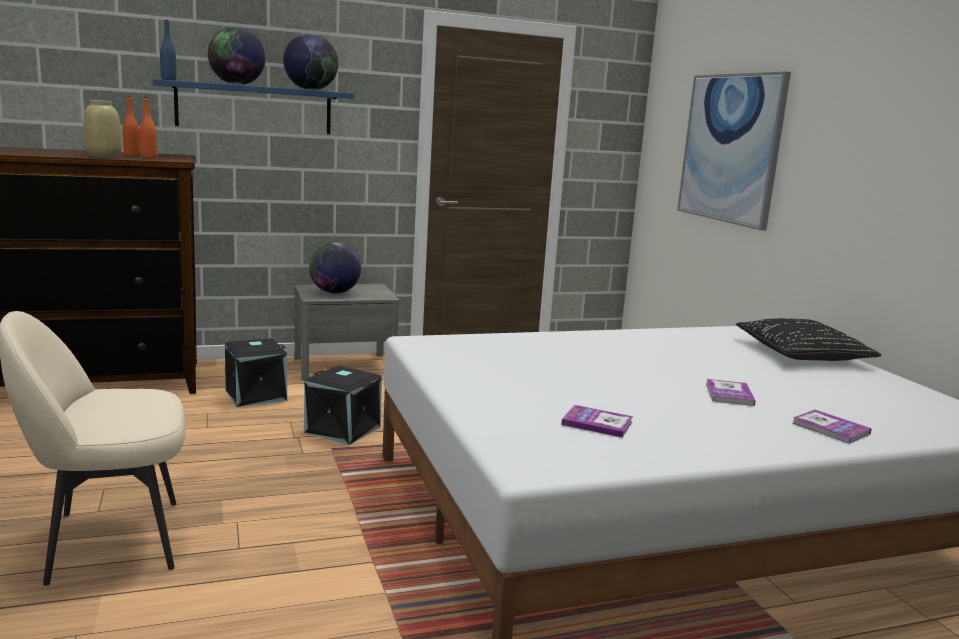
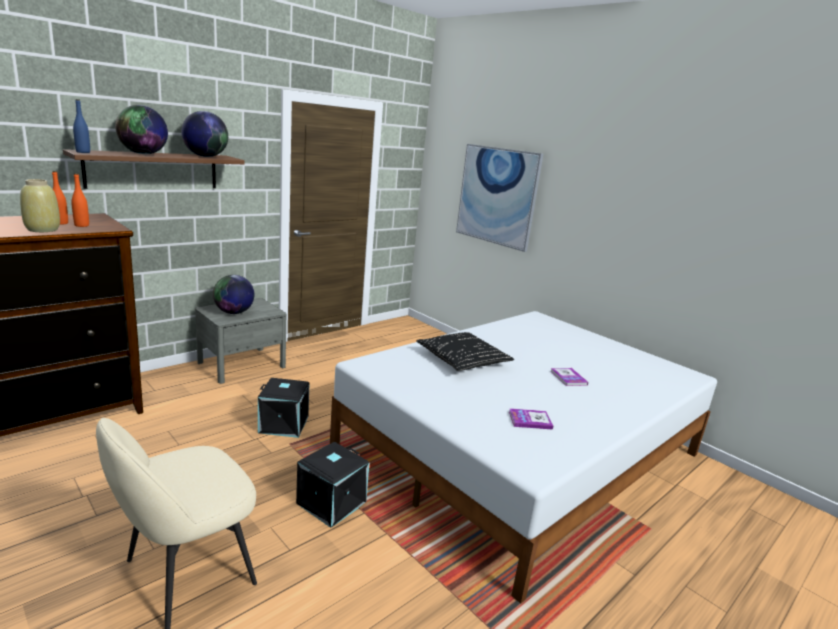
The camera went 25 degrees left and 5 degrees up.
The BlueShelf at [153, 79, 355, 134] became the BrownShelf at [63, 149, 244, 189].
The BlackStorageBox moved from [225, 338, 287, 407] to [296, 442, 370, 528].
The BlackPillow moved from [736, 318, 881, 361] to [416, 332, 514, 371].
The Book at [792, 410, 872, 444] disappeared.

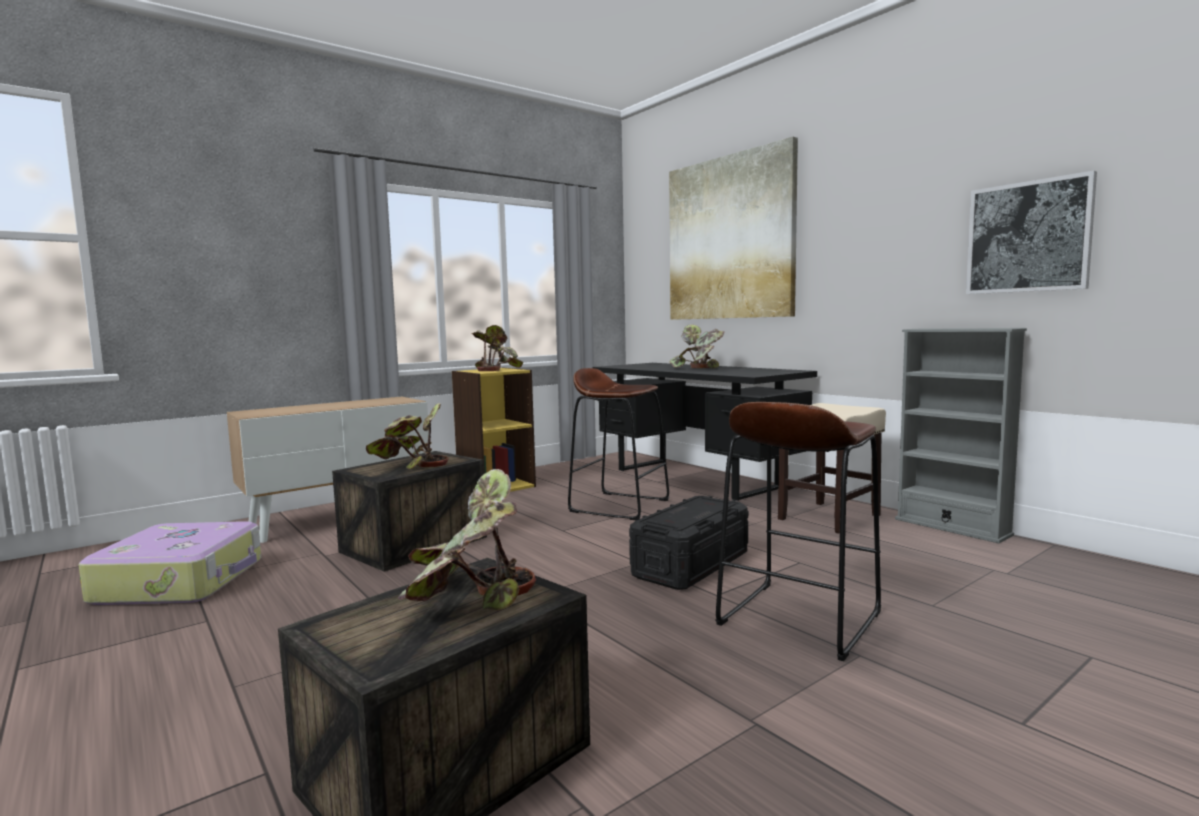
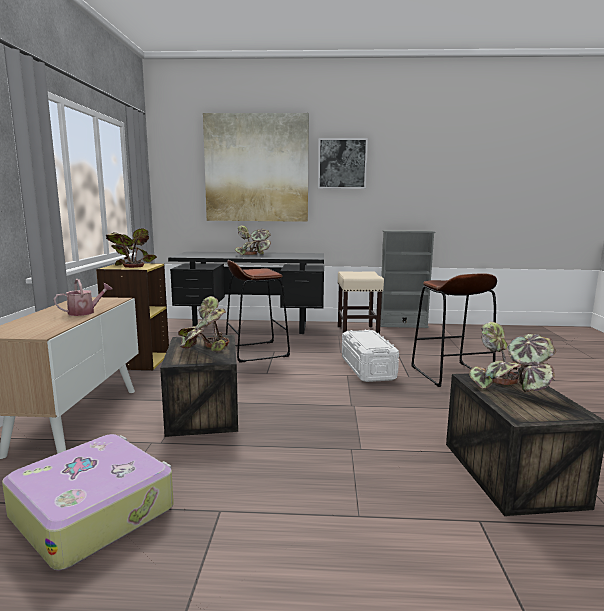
The camera went 50 degrees left and 5 degrees up.
The BlackStorageBox at [629, 496, 748, 590] became the WhiteStorageBox at [342, 330, 399, 382].
The Picture moved from [966, 171, 1097, 294] to [318, 138, 368, 189].
The WateringCan at [54, 279, 112, 316] appeared.

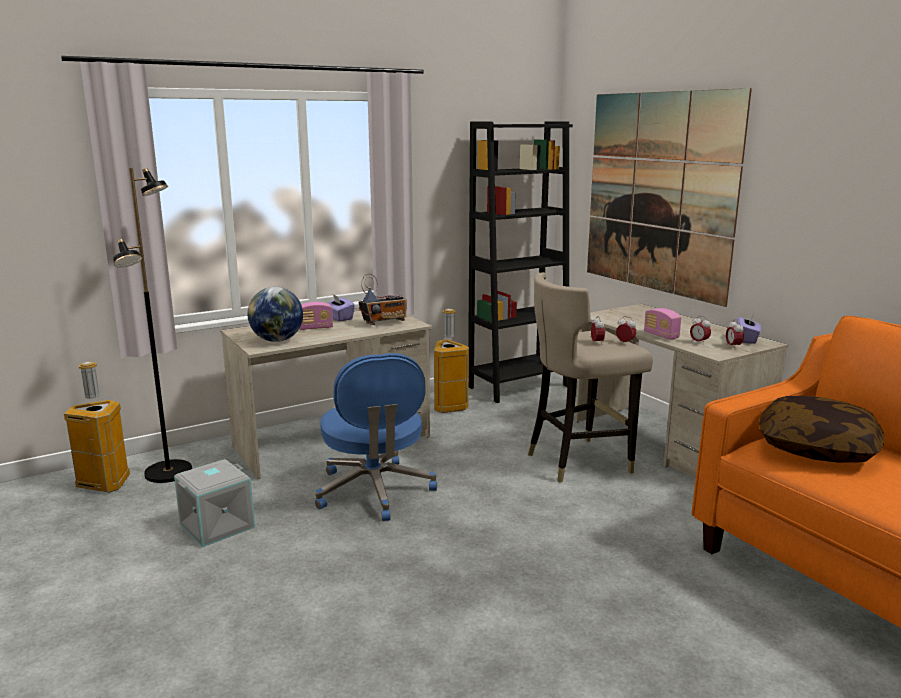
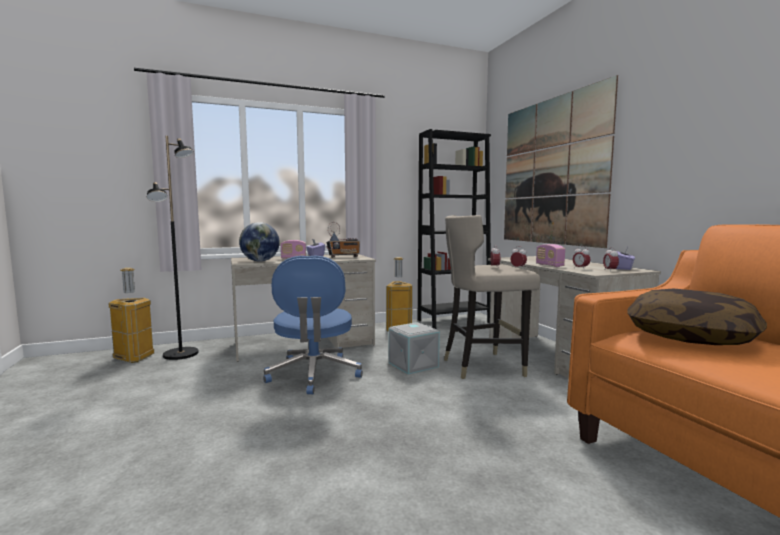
The camera went 10 degrees right and 10 degrees down.
The GreyStorageBox moved from [174, 459, 255, 547] to [389, 322, 440, 375].

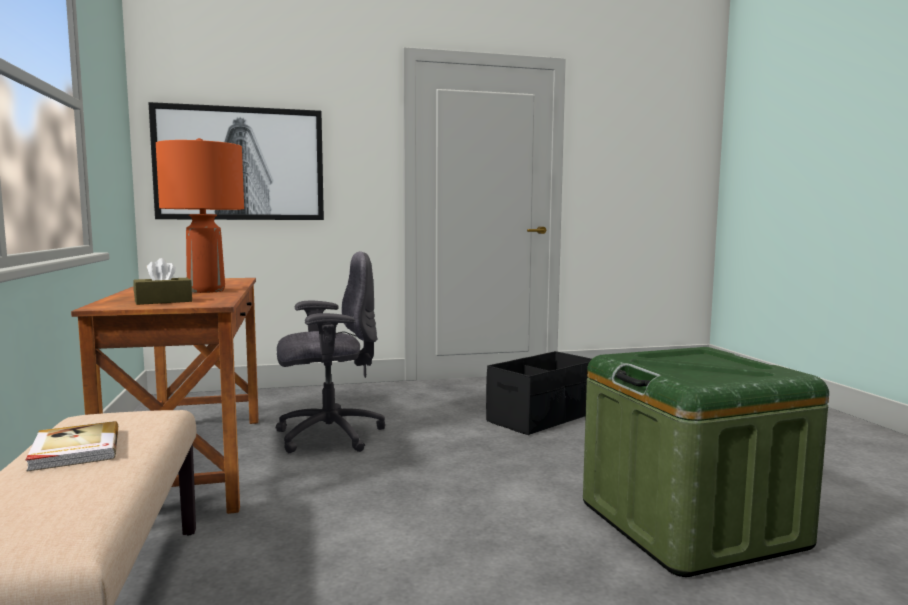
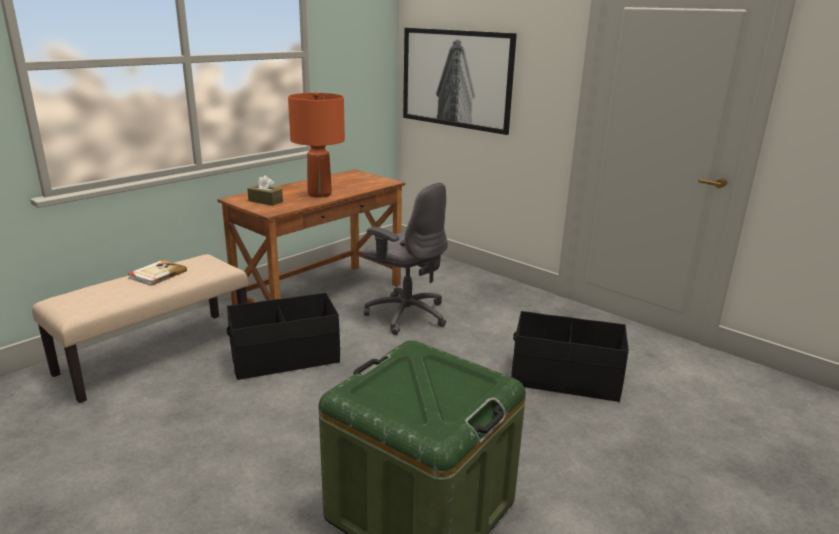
The camera went 55 degrees right and 15 degrees up.
The BlackStorageBox at [227, 293, 340, 380] appeared.

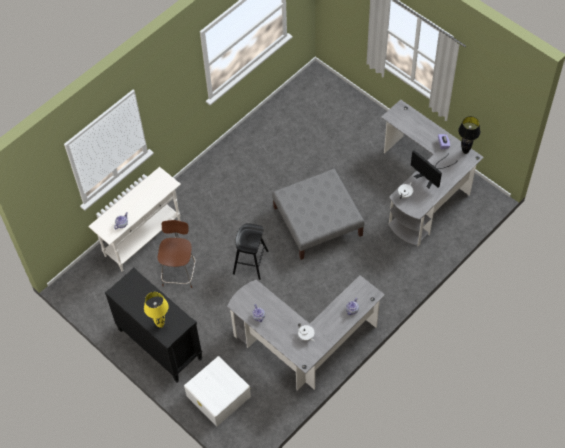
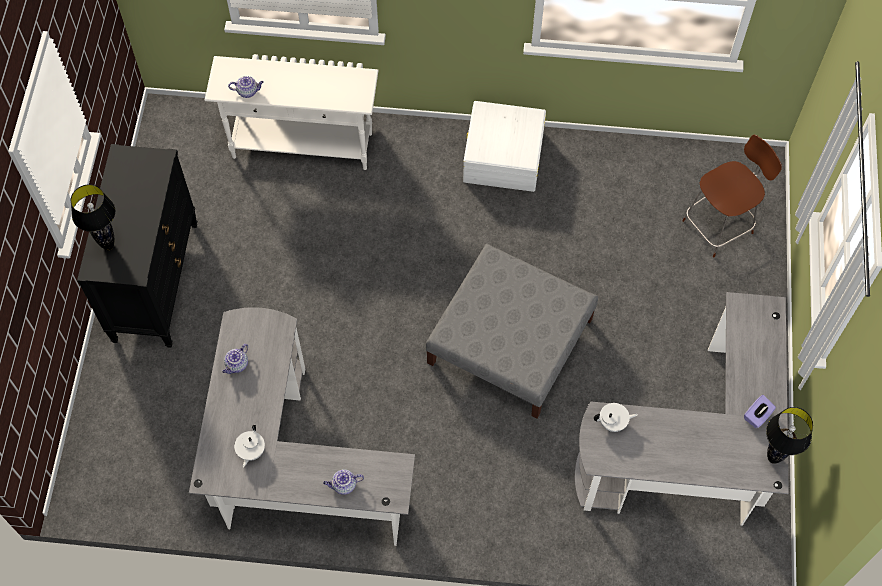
The camera went 50 degrees right and 5 degrees up.
The YellowTableLamp at [144, 292, 169, 328] became the BlackTableLamp at [71, 184, 115, 250].
The BrownChair moved from [158, 220, 196, 288] to [682, 135, 782, 257].
The WhiteStorageBox moved from [184, 356, 251, 426] to [463, 101, 546, 192].
The BlackStool at [233, 223, 268, 280] disappeared.
The Monitor at [411, 150, 457, 189] disappeared.

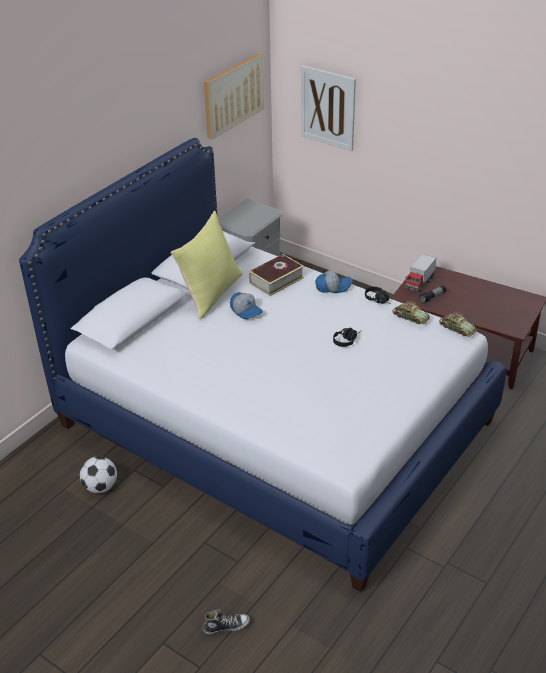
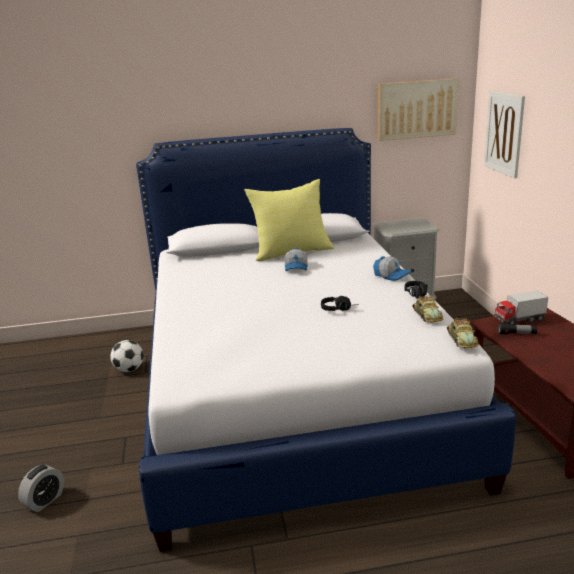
The camera went 45 degrees right and 15 degrees down.
The Shoe at [203, 609, 250, 635] was replaced by the AlarmClock at [18, 465, 64, 512].
The Book at [249, 254, 304, 296] disappeared.

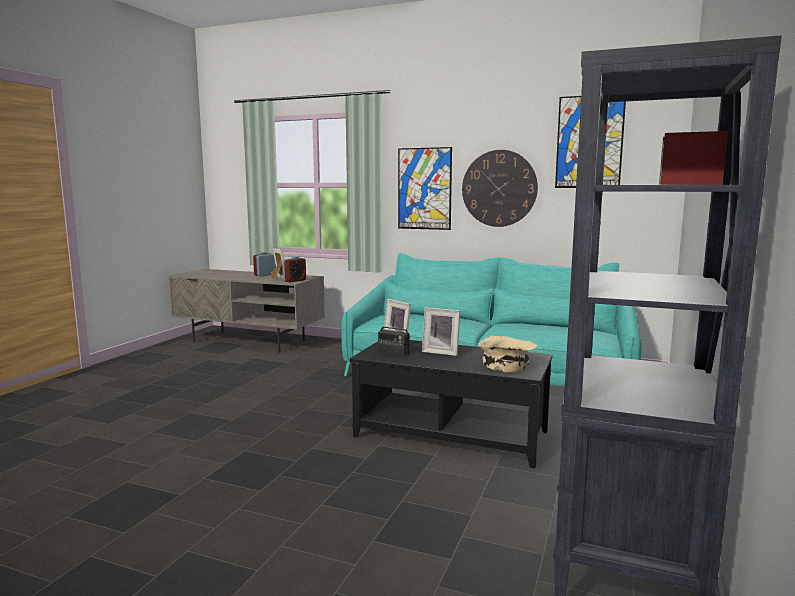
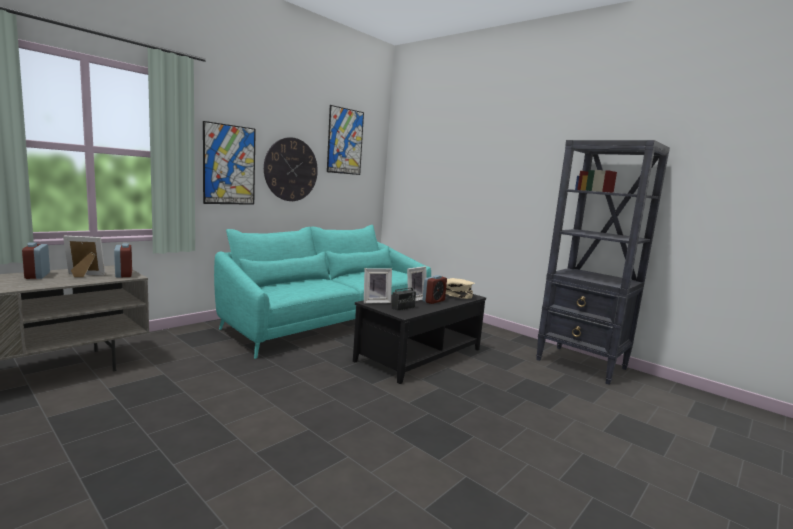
The camera went 70 degrees left and 0 degrees up.
The AlarmClock at [423, 275, 447, 304] appeared.

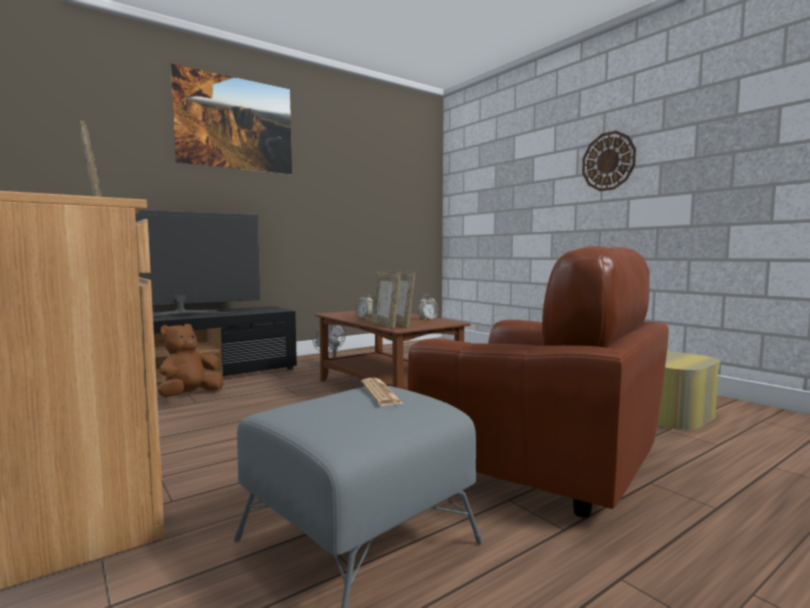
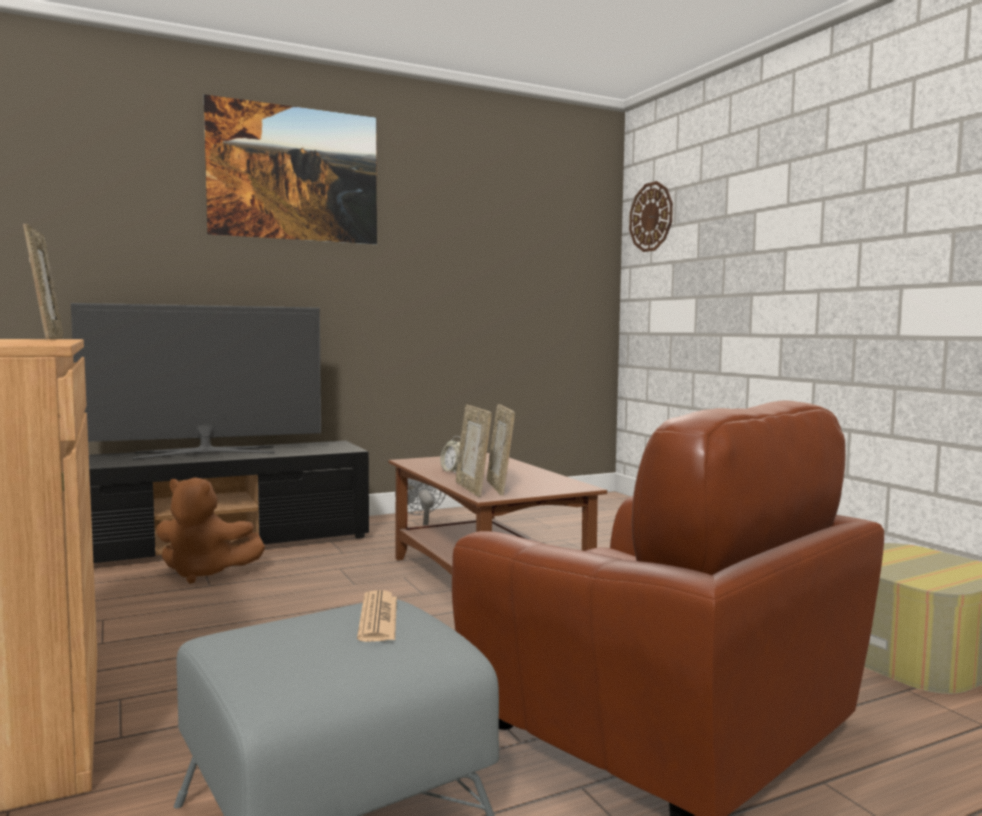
The camera went 10 degrees right and 0 degrees up.
The BrownPlushToy at [158, 324, 223, 397] turned 120 degrees counterclockwise.
The AlarmClock at [418, 295, 439, 319] disappeared.
The WallClock moved from [582, 131, 636, 191] to [629, 181, 673, 252].

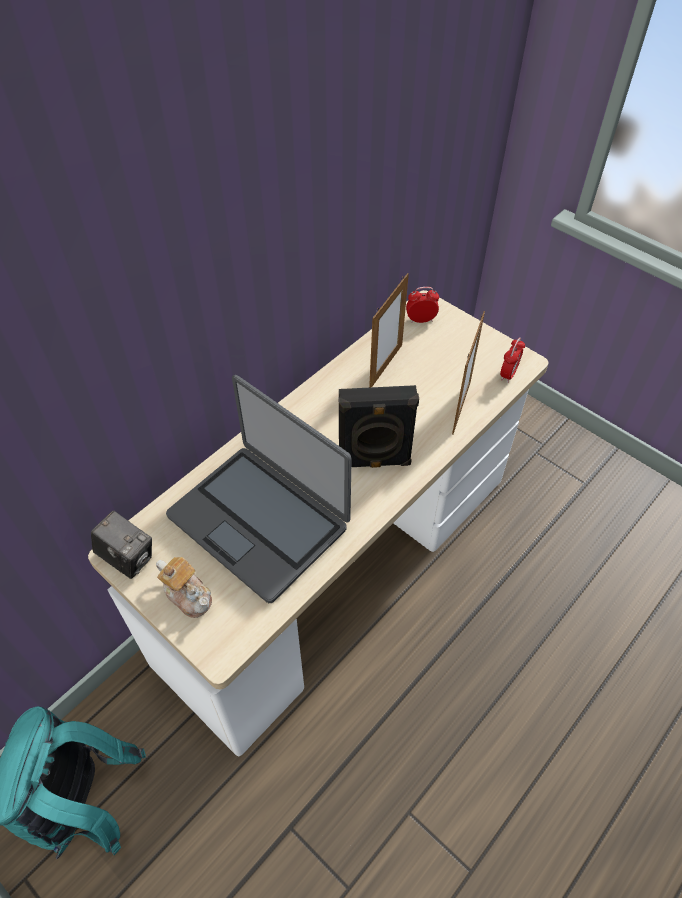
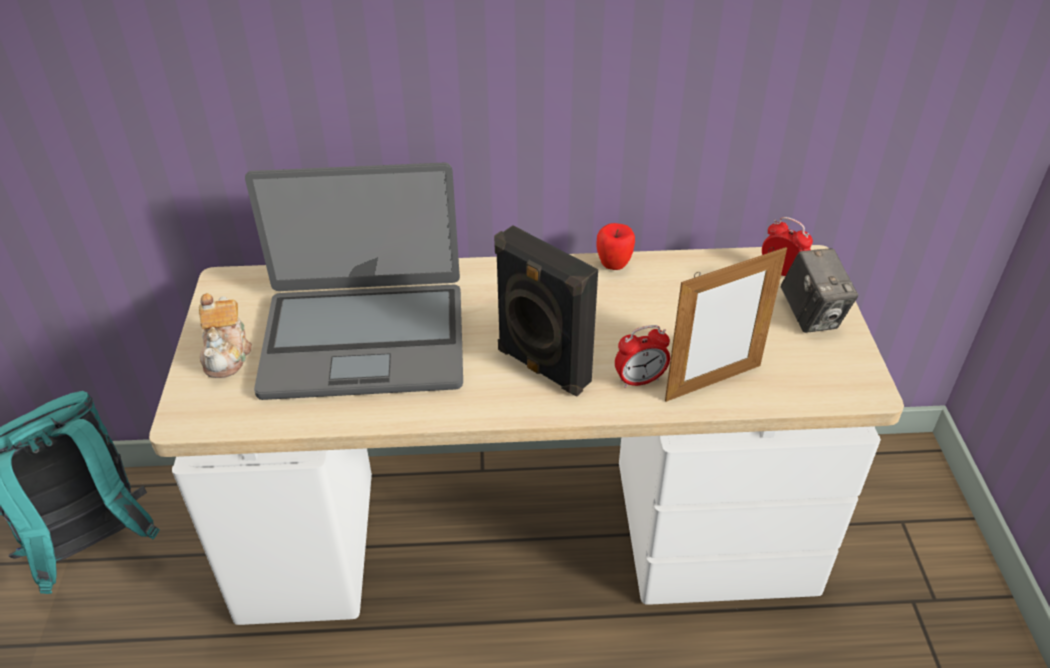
The camera went 45 degrees right and 10 degrees down.
The PhotoCamera moved from [91, 511, 152, 579] to [781, 248, 858, 333].
The Laptop at [166, 375, 352, 603] turned 90 degrees counterclockwise.
The PictureFrame at [369, 273, 409, 388] disappeared.
The AlarmClock moved from [500, 338, 525, 383] to [615, 325, 670, 388].
The Apple at [596, 223, 635, 270] appeared.

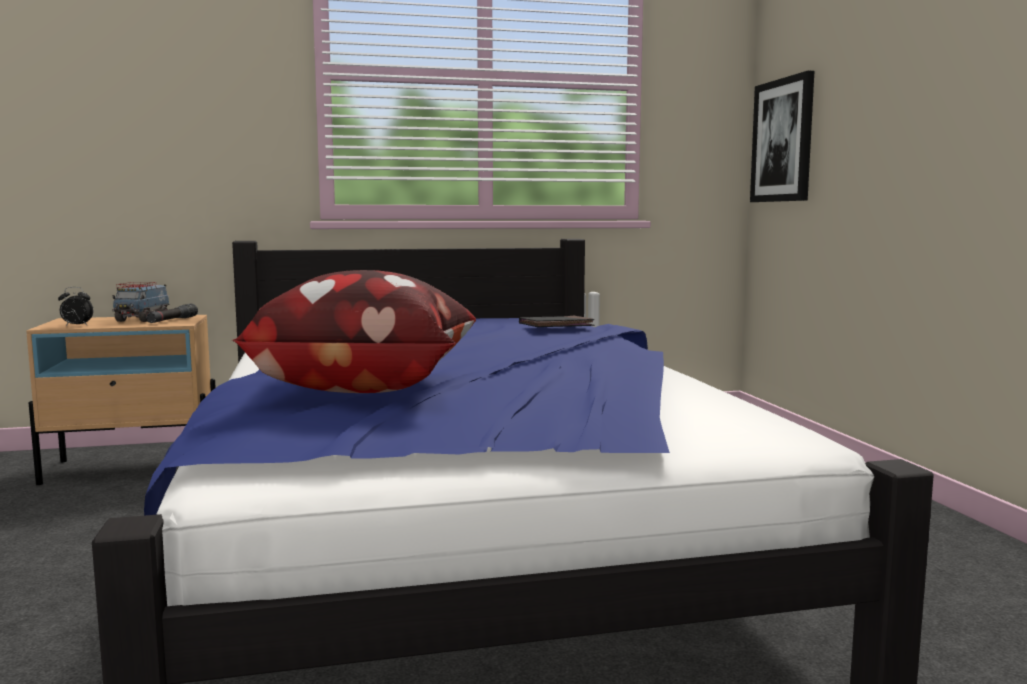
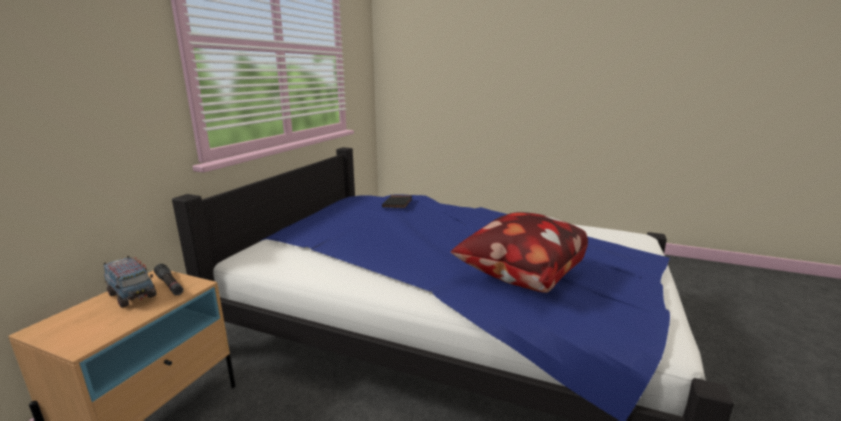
The camera went 55 degrees left and 10 degrees up.
The AlarmClock at [58, 287, 93, 326] disappeared.
The Picture at [750, 71, 814, 202] disappeared.

